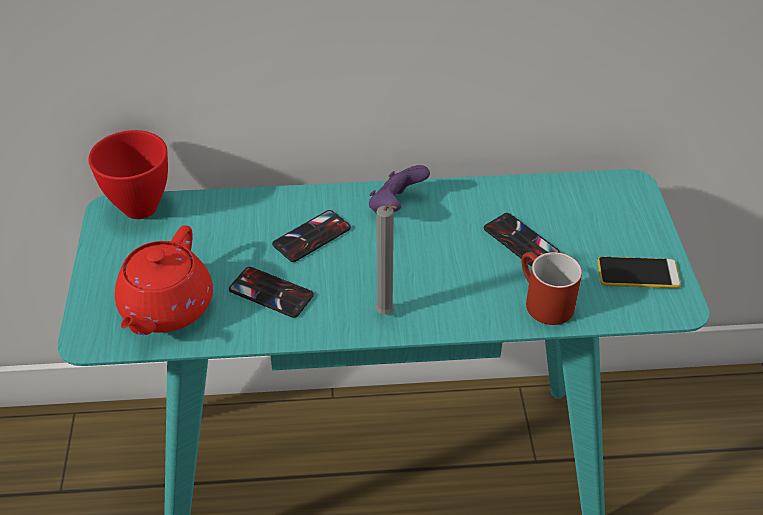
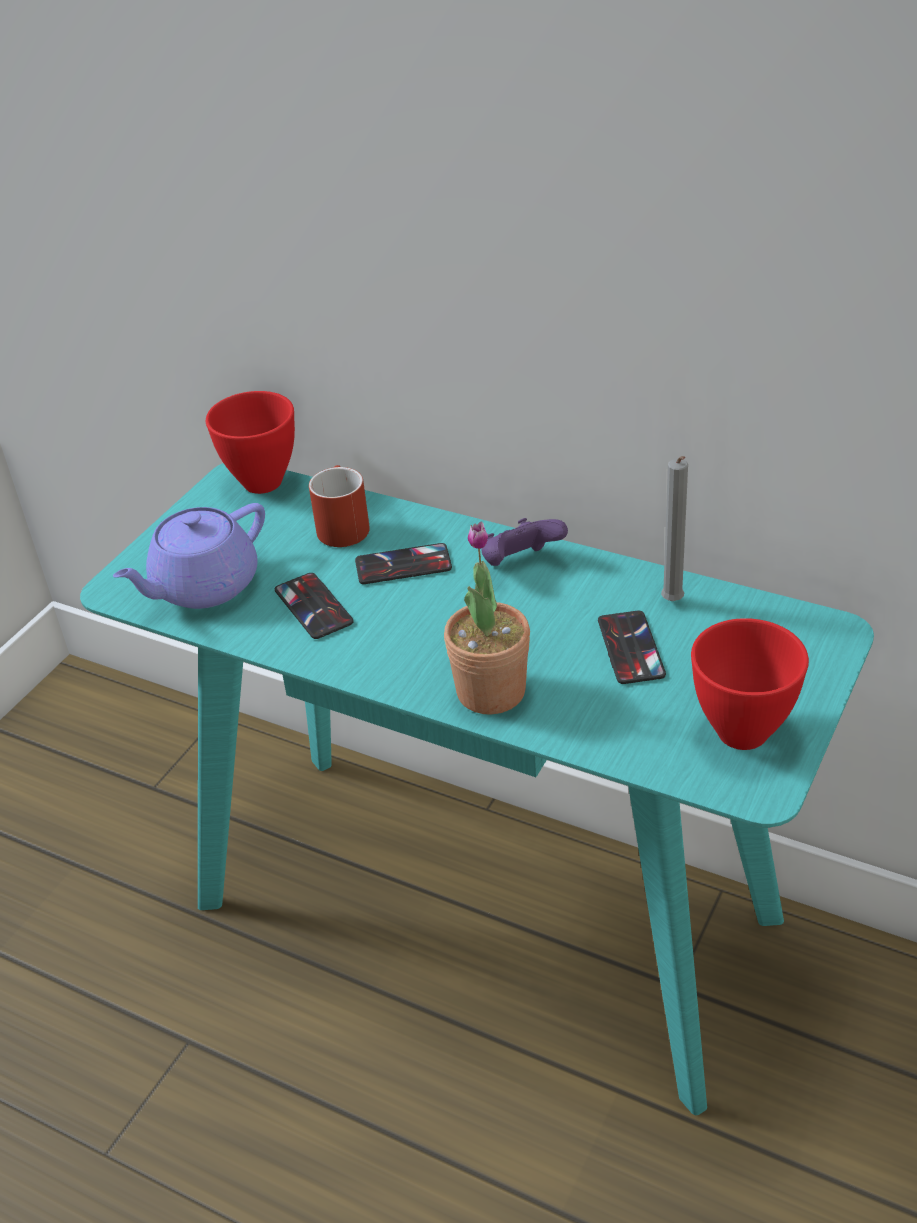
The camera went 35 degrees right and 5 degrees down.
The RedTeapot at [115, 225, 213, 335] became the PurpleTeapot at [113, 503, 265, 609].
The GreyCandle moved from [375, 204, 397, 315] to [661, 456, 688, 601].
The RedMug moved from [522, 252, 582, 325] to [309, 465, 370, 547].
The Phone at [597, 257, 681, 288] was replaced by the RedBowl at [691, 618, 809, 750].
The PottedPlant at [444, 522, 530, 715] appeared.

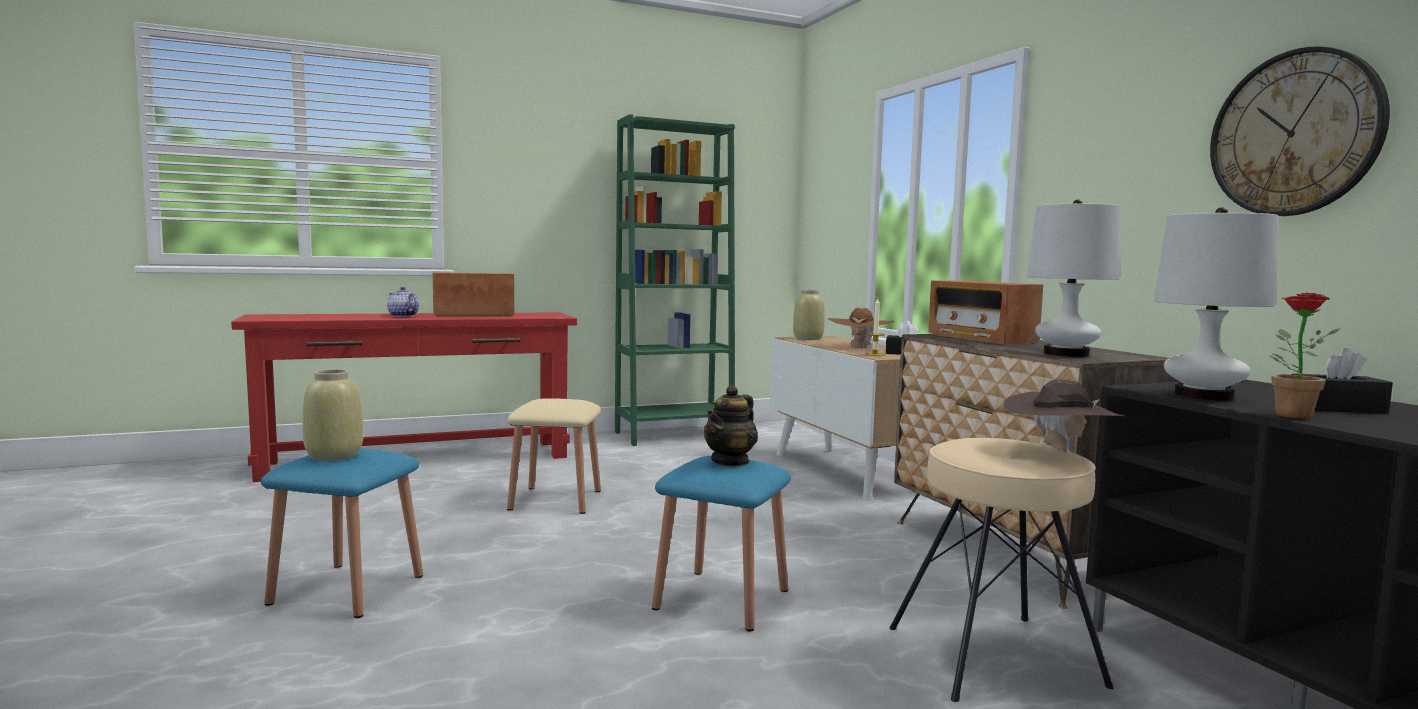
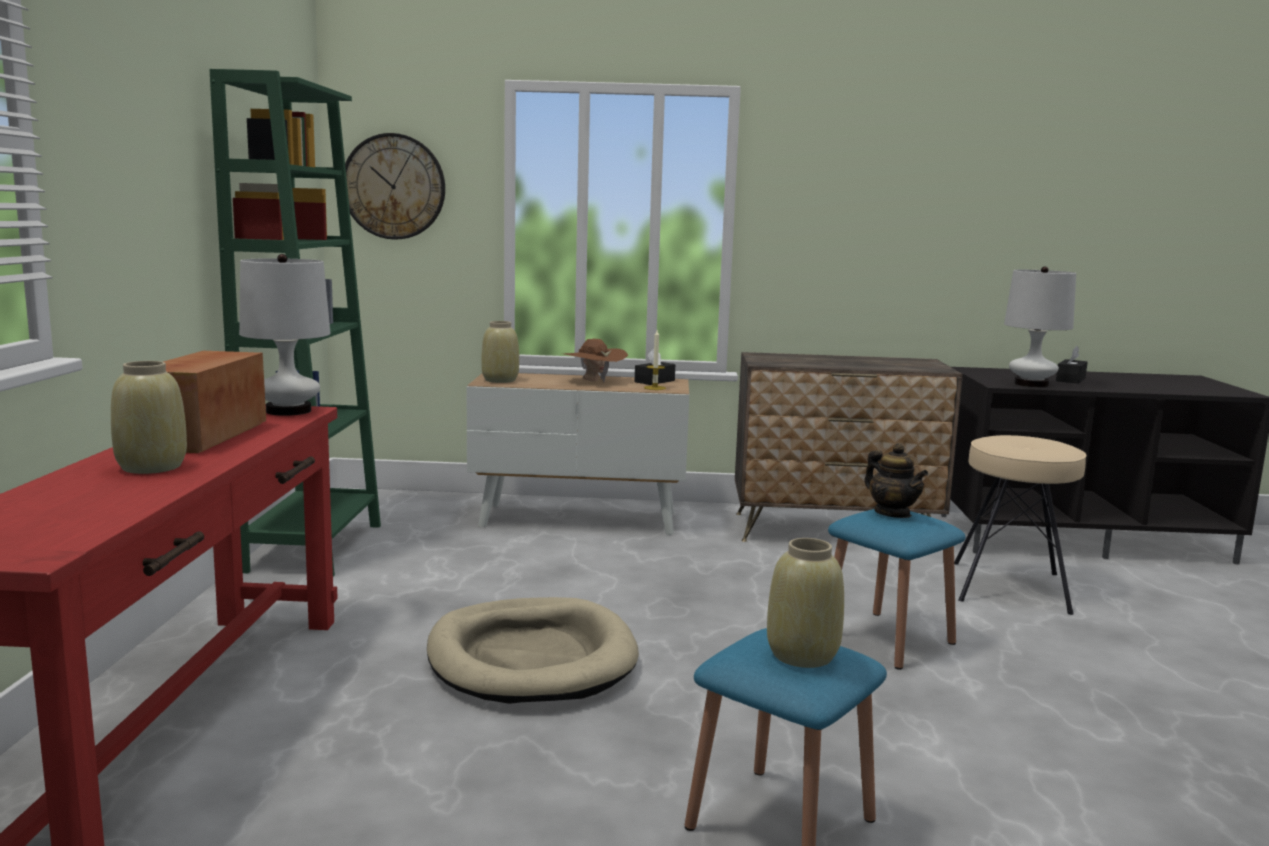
The camera went 65 degrees left and 5 degrees up.
The Teapot at [387, 287, 419, 317] was replaced by the BeigeVase at [111, 361, 187, 474].
The BeigeStool at [507, 398, 601, 514] was replaced by the BeigeDogBed at [427, 597, 639, 704].
The Radio at [928, 281, 1043, 345] disappeared.
The BrownHat at [1004, 380, 1127, 453] disappeared.
The WhiteTableLamp moved from [1027, 200, 1120, 357] to [239, 254, 331, 416].
The WallClock moved from [1210, 46, 1390, 216] to [345, 133, 445, 240].
The PottedPlant at [1269, 292, 1341, 419] disappeared.

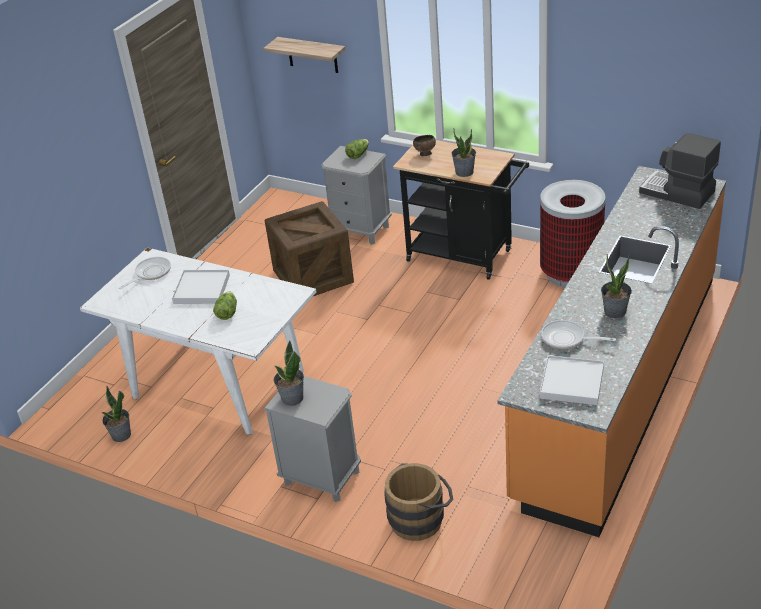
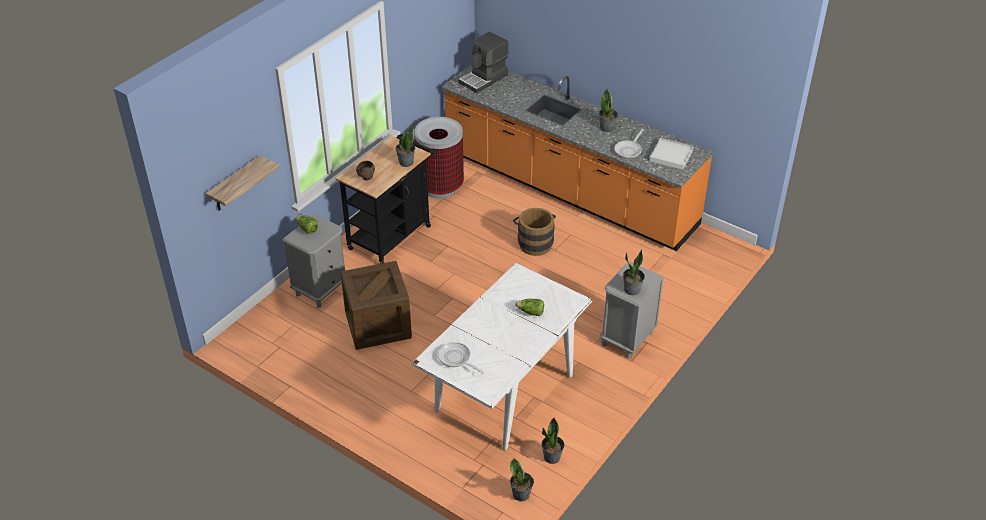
The camera went 85 degrees left and 5 degrees up.
The WhiteTray at [172, 270, 230, 304] disappeared.
The BrownBucket moved from [384, 463, 453, 541] to [513, 208, 556, 256].
The PottedPlant at [510, 458, 534, 502] appeared.

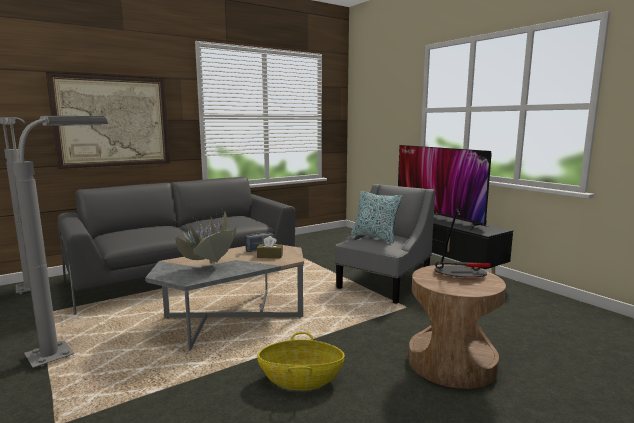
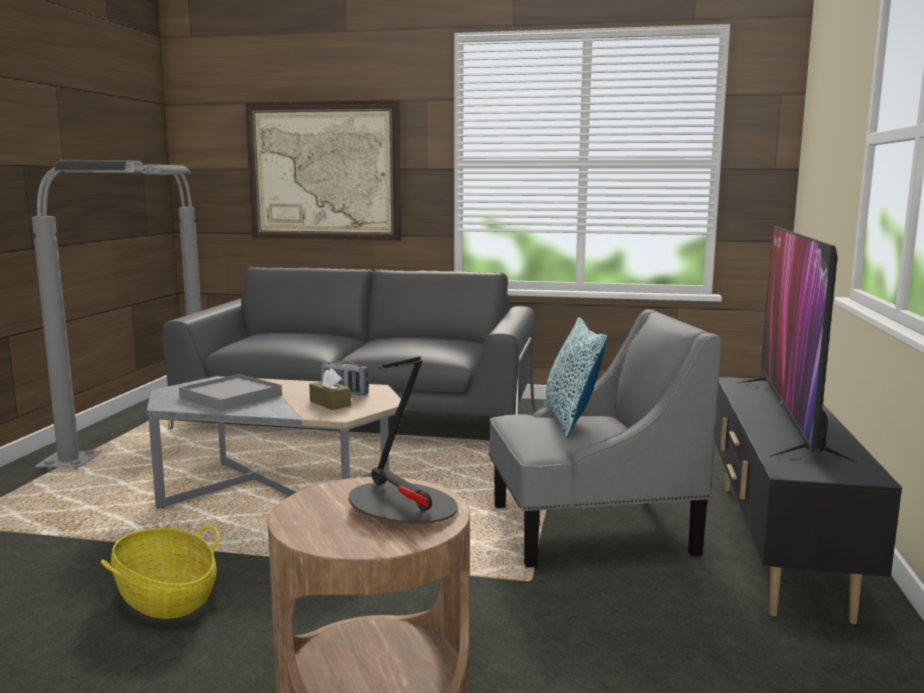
The camera went 45 degrees right and 0 degrees up.
The PottedPlant at [171, 212, 237, 265] was replaced by the GreyTray at [179, 374, 282, 411].

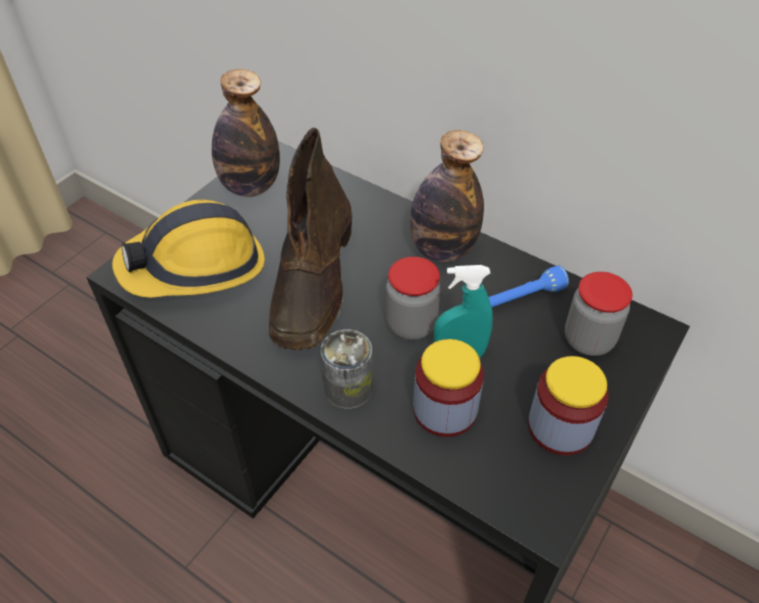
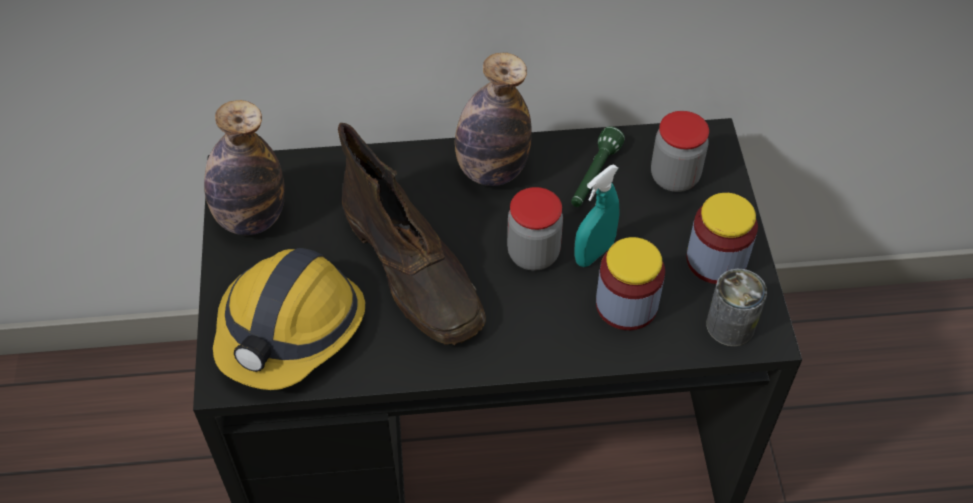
The camera went 40 degrees left and 5 degrees up.
The Can moved from [321, 330, 373, 409] to [706, 269, 767, 346].
The BlueFlashlight at [489, 266, 569, 307] became the GreenFlashlight at [571, 126, 625, 207].

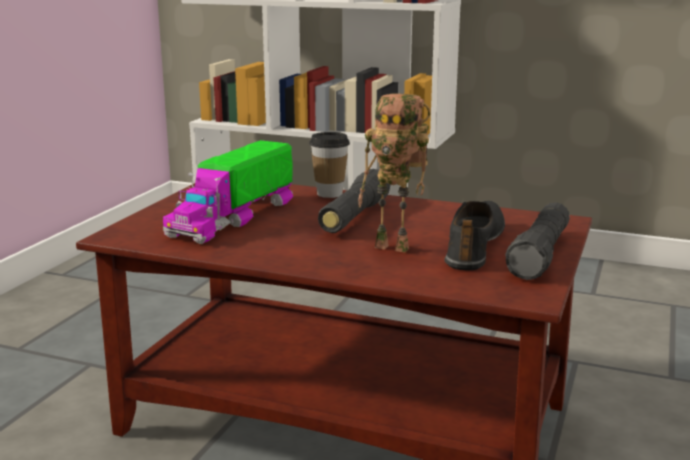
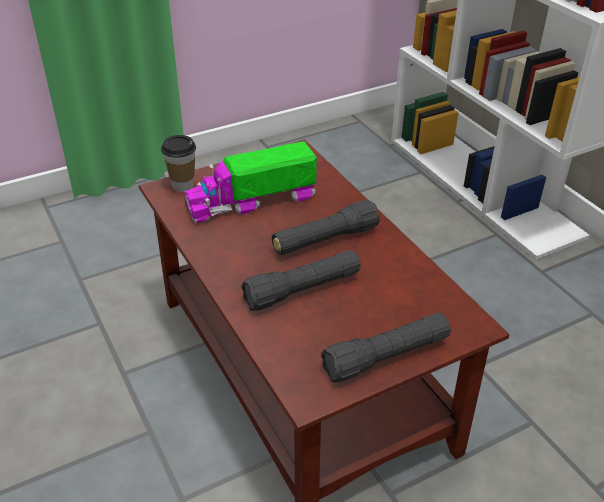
The camera went 40 degrees right and 20 degrees up.
The Cup moved from [309, 132, 350, 198] to [161, 135, 196, 192].
The ToyRobot at [358, 93, 431, 253] was replaced by the BlackFlashlight at [241, 250, 361, 311].
The BlackShoe at [444, 201, 505, 271] disappeared.

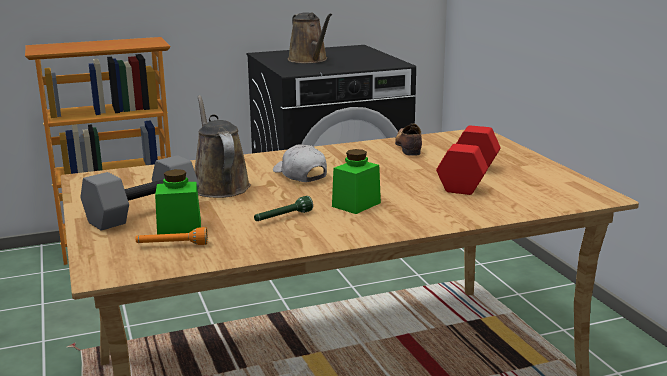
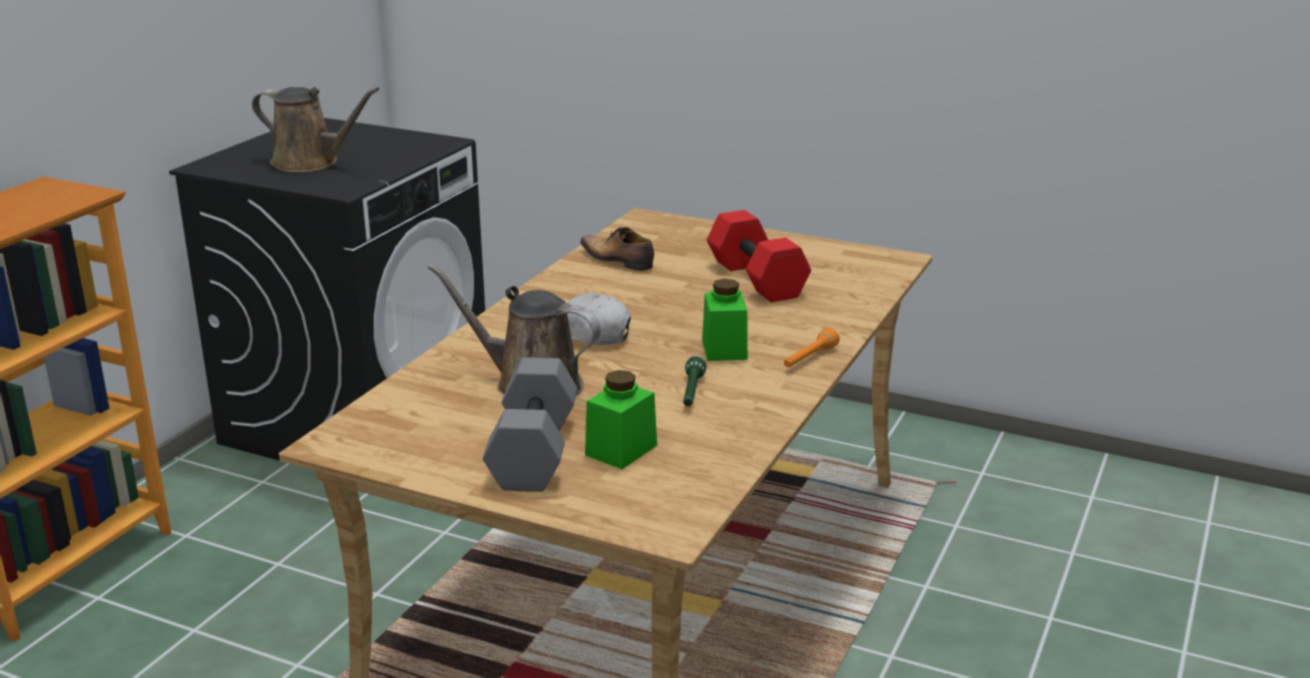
The camera went 45 degrees left and 5 degrees up.
The OrangeFlashlight moved from [136, 227, 208, 245] to [784, 328, 840, 367].

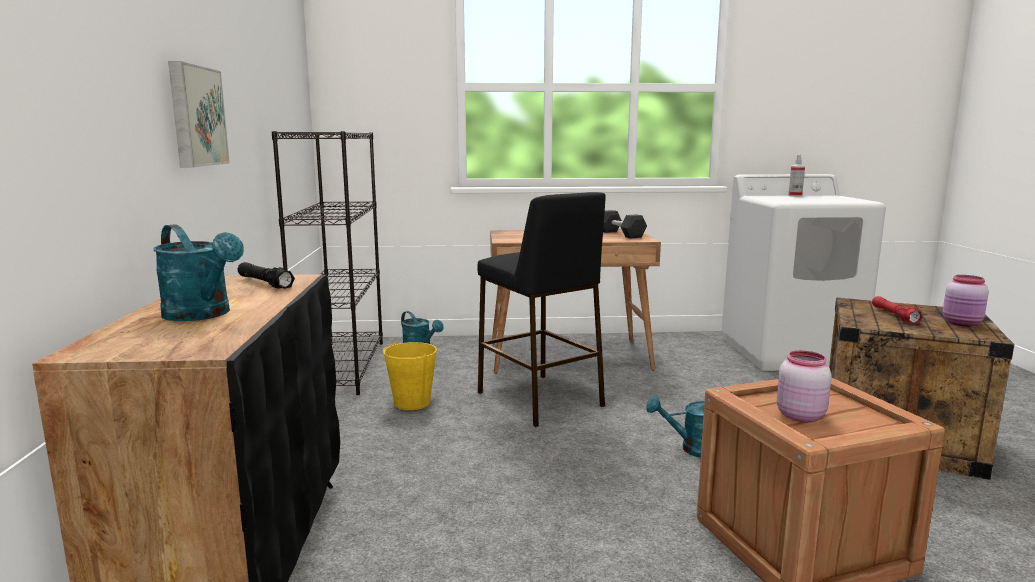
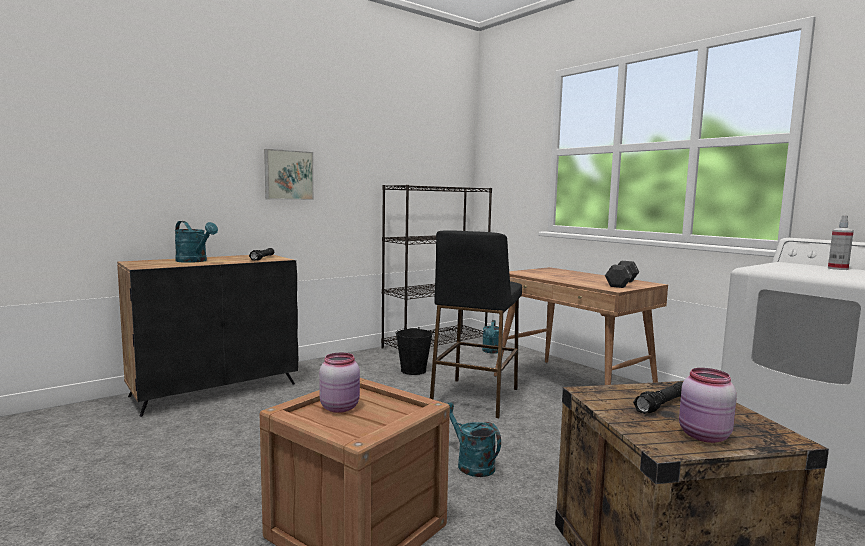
The camera went 55 degrees right and 5 degrees down.
The TurquoiseWateringCan at [153, 224, 244, 321] turned 60 degrees counterclockwise.
The YellowBucket at [383, 341, 437, 410] became the BlackBucket at [396, 327, 432, 375].
The RedFlashlight at [872, 296, 923, 324] became the BlackFlashlight at [633, 382, 683, 414].

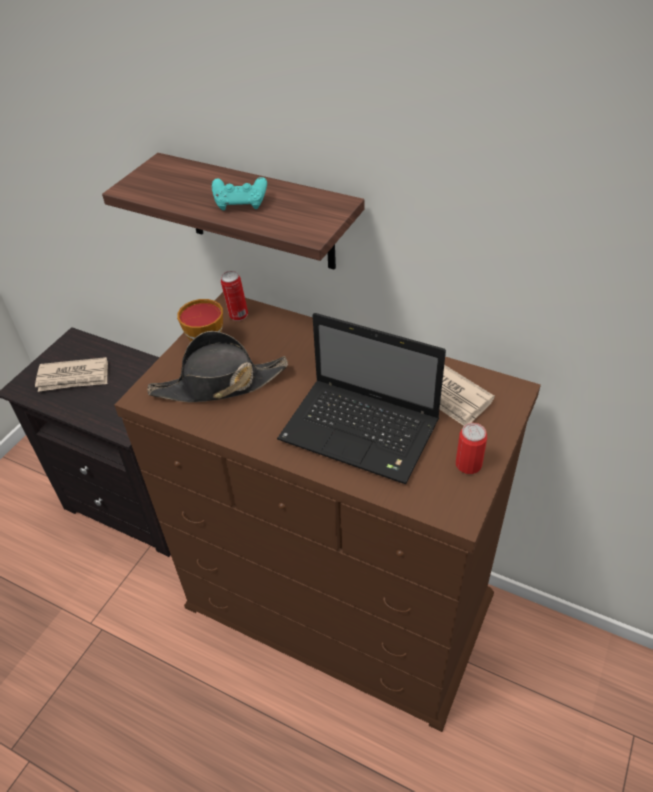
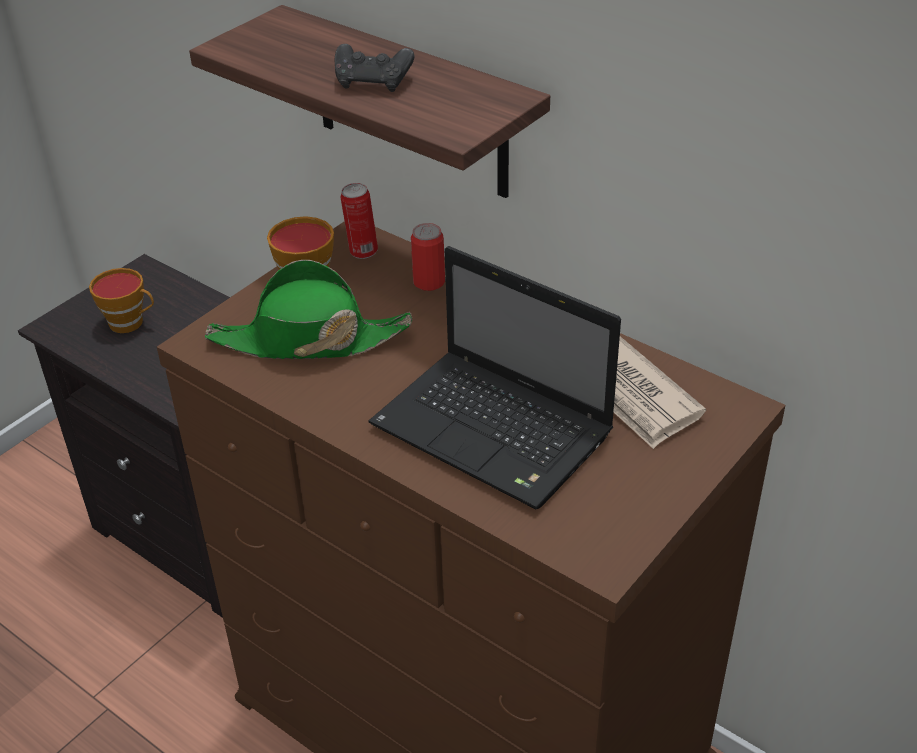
The camera went 10 degrees right and 5 degrees down.
The Newspaper at [35, 357, 108, 392] was replaced by the Cup at [89, 268, 154, 333].
The BlackHat at [148, 331, 288, 403] became the GreenHat at [205, 260, 412, 359].
The TurquoiseGameController at [212, 177, 267, 210] became the BlackGameController at [335, 44, 415, 92].
The Can moved from [456, 423, 487, 474] to [411, 223, 445, 291].

